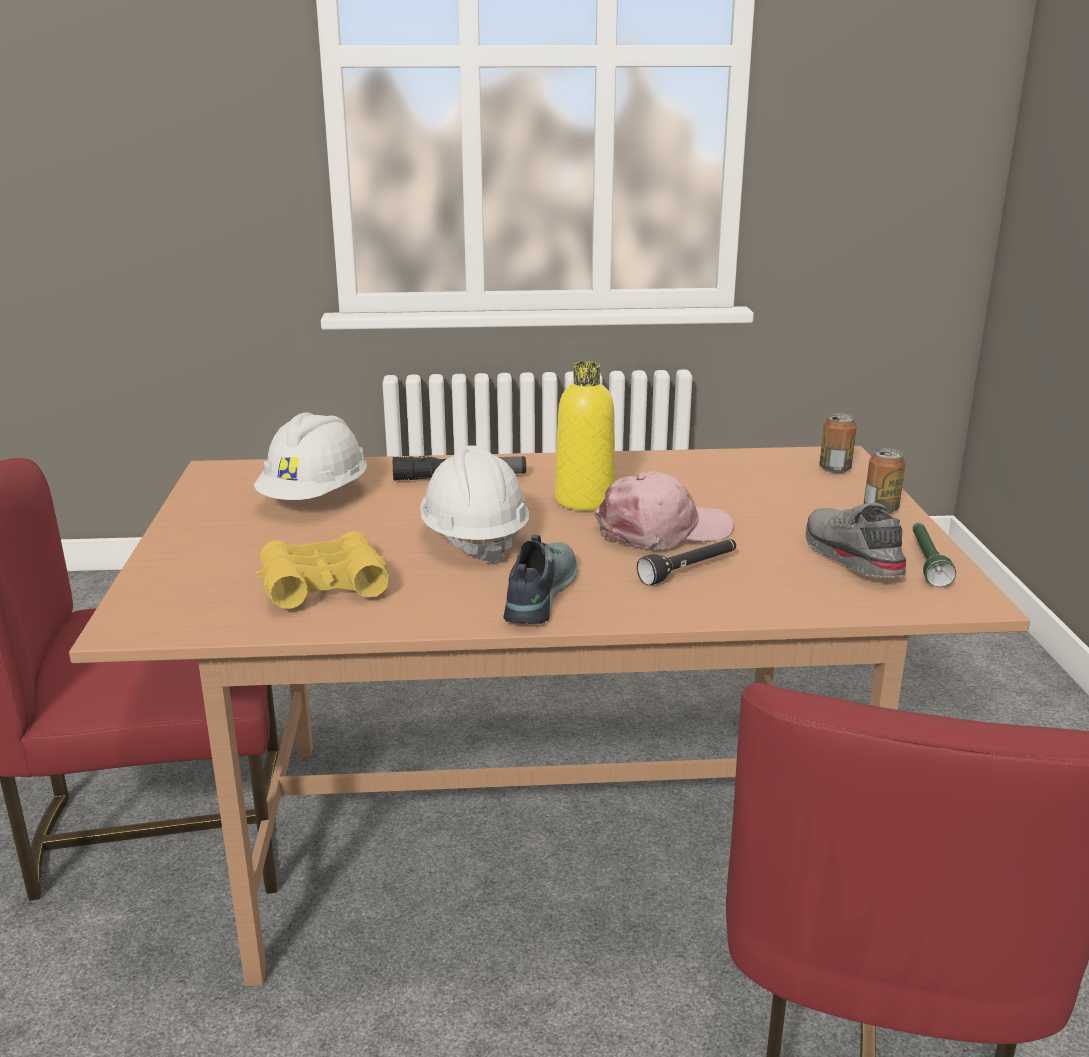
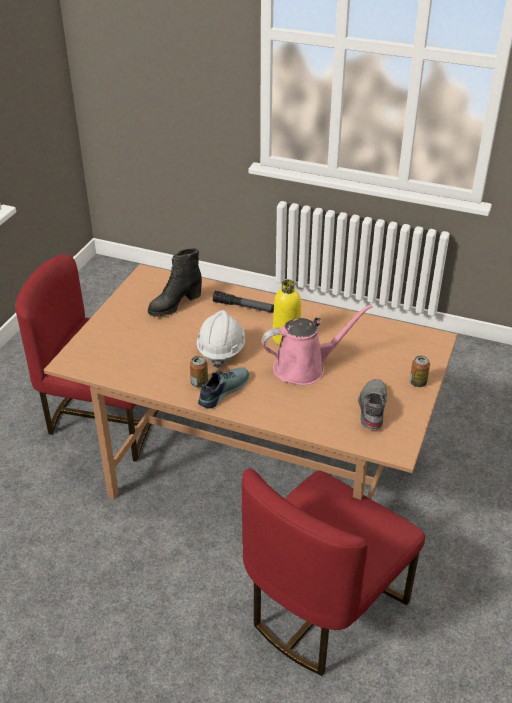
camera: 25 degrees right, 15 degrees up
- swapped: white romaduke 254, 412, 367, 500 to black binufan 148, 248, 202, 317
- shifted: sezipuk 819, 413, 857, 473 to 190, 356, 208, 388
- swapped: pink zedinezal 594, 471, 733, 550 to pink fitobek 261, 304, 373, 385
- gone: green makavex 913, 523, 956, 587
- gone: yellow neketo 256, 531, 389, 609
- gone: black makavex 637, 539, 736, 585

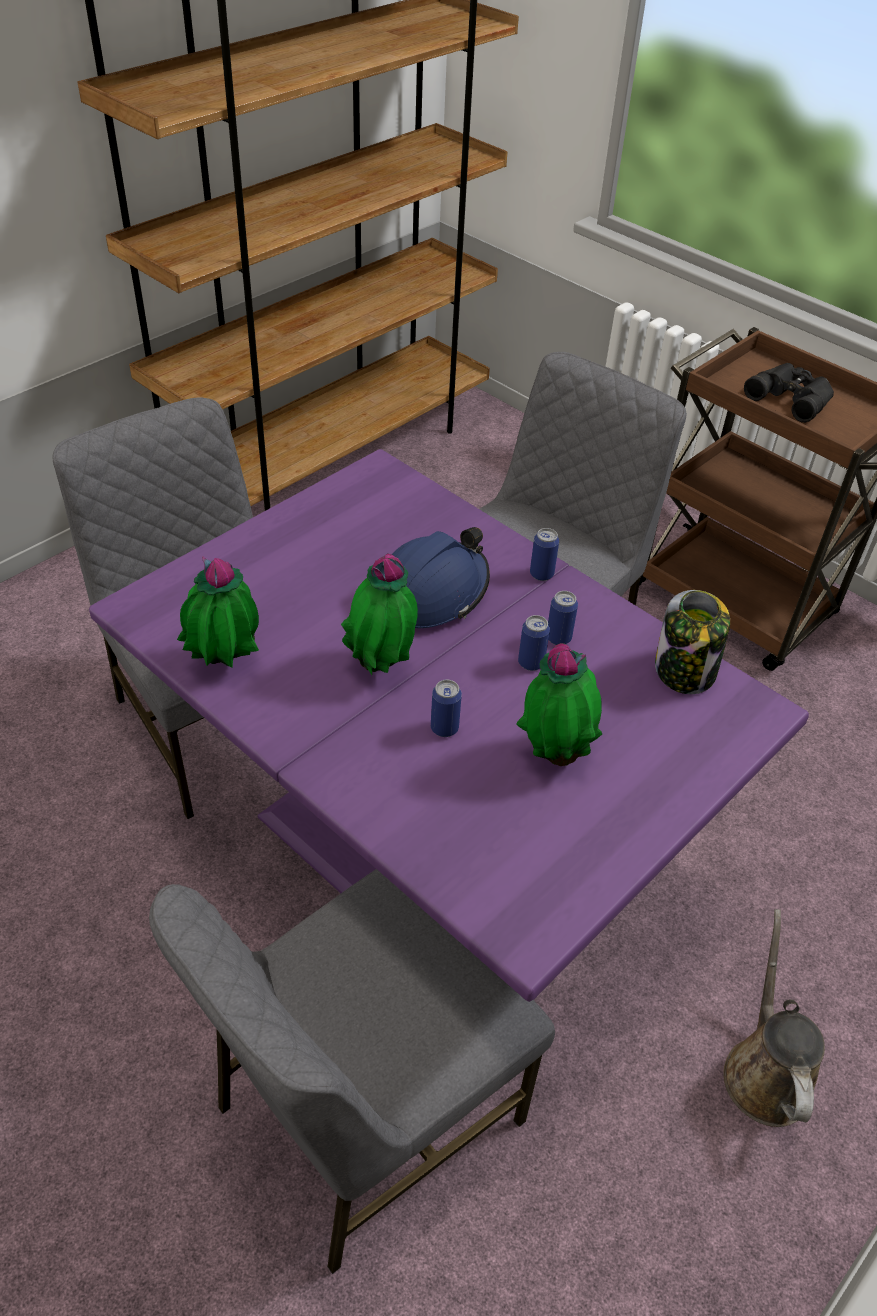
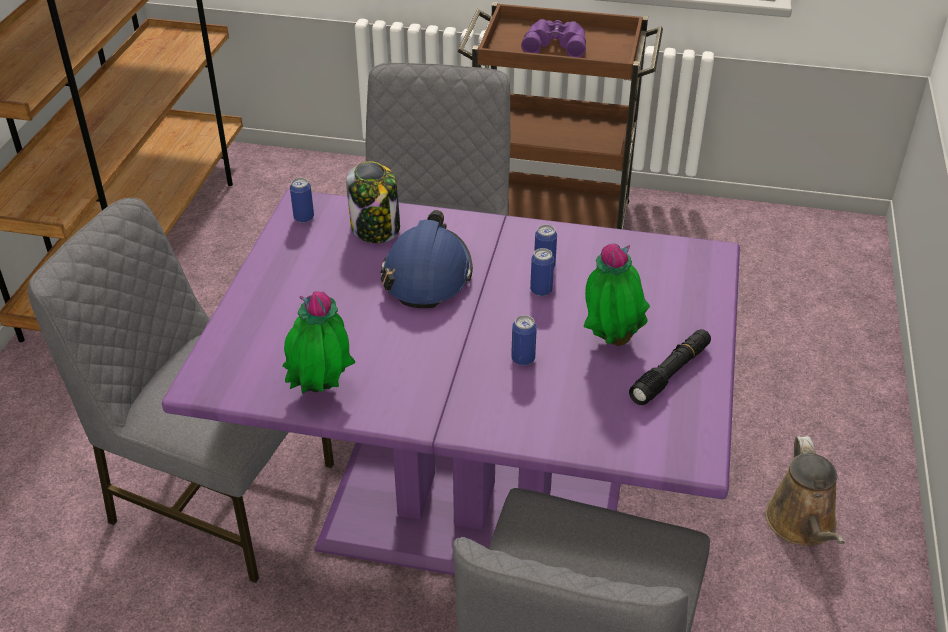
camera: 30 degrees left, 5 degrees down
- repainted: black neketo 744, 363, 834, 423 to purple neketo 521, 19, 586, 58
- shifted: sezipuk 530, 528, 559, 581 to 290, 178, 314, 223
- gone: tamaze 341, 553, 418, 675
- shifted: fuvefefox 655, 590, 730, 694 to 346, 161, 400, 243
- rotated: brown fitobek 723, 909, 825, 1127 = 765, 436, 845, 546 150 degrees counterclockwise
- new: black makavex 629, 329, 711, 405

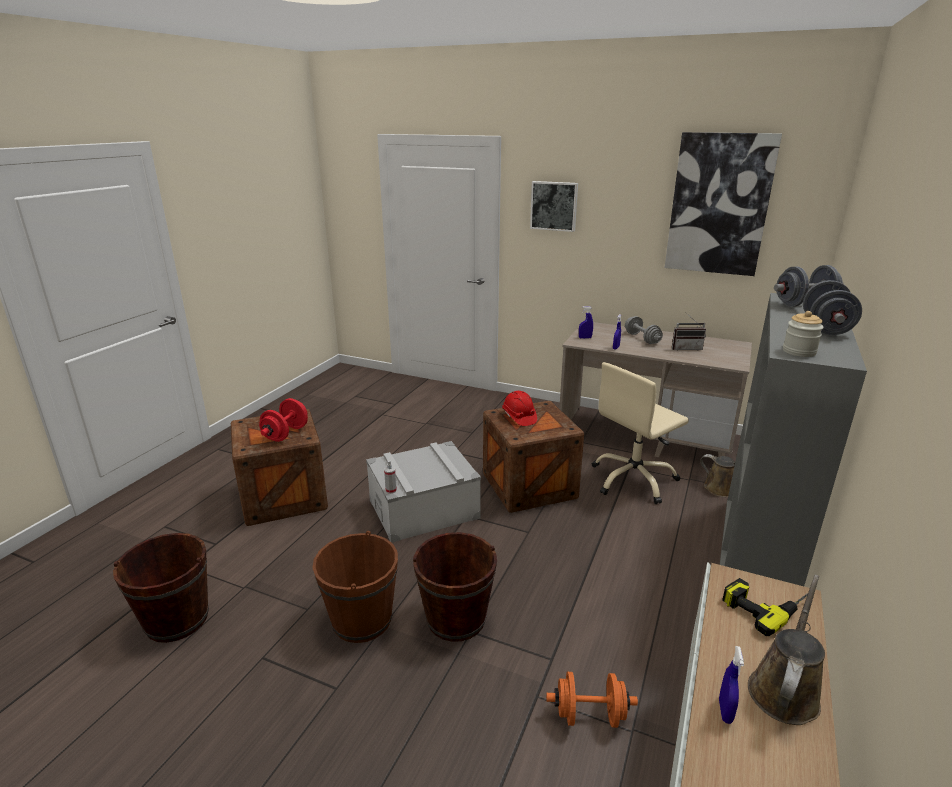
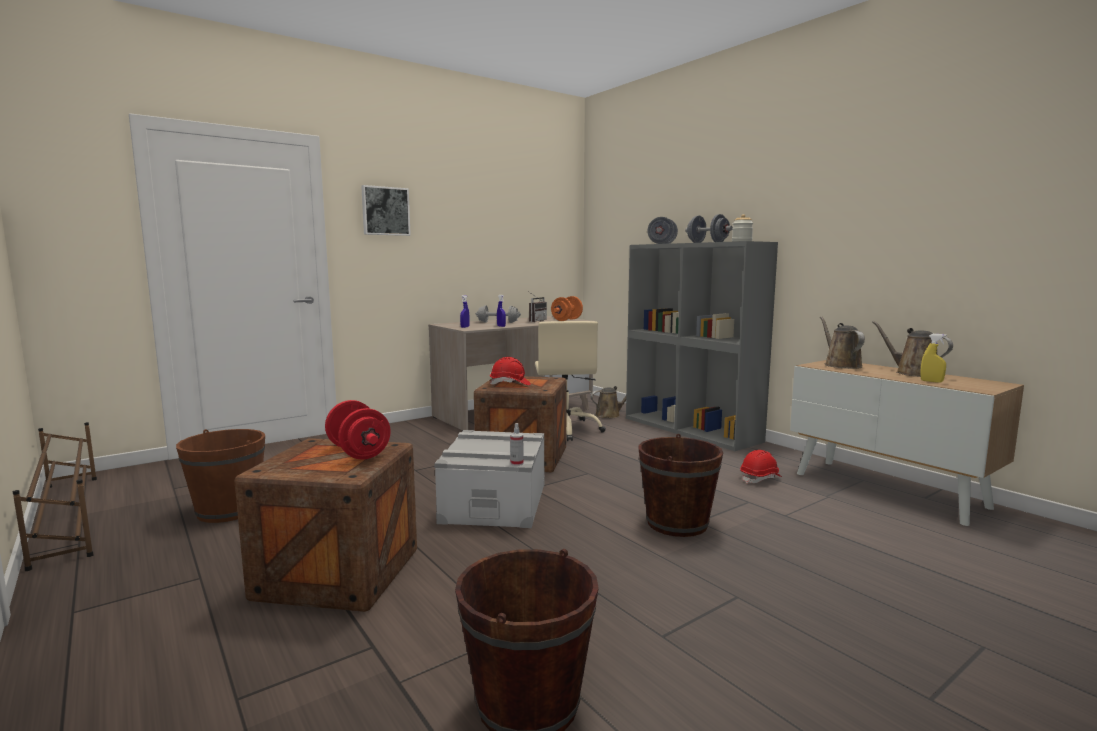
camera: 60 degrees left, 15 degrees down
- gone: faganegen 665, 132, 782, 276
- shifted: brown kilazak 313, 531, 398, 643 to 176, 429, 265, 523
- swapped: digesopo 722, 578, 808, 636 to brown fitobek 820, 316, 865, 369
- repainted: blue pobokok 719, 646, 744, 724 to yellow pobokok 920, 334, 947, 383
- shifted: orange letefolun 546, 672, 638, 728 to 551, 296, 583, 321
- new: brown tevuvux 13, 422, 97, 571
- new: red romaduke 740, 450, 782, 483

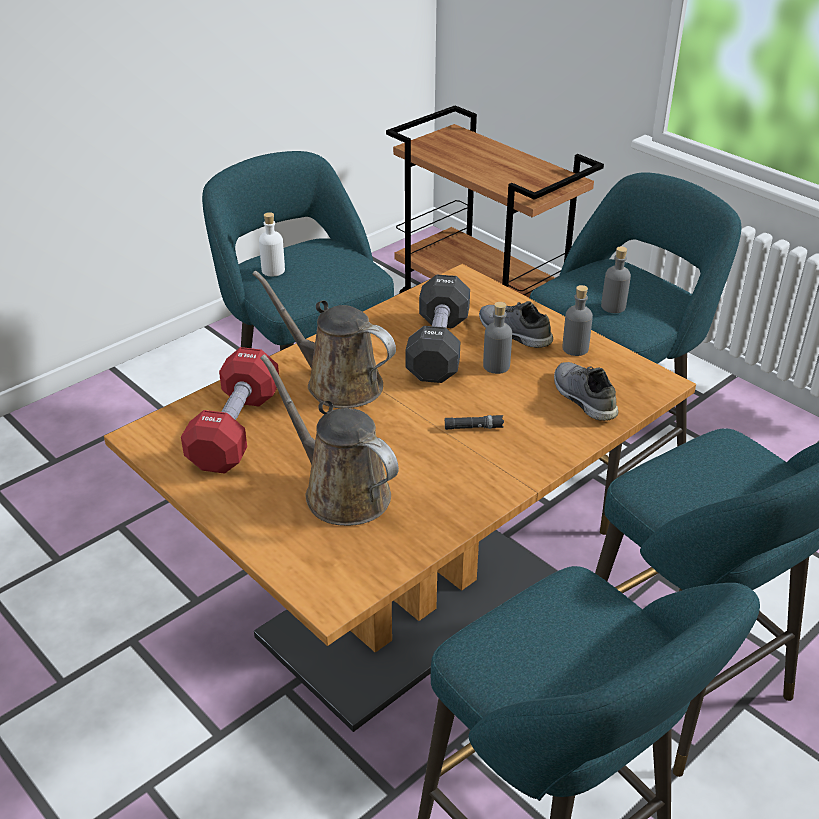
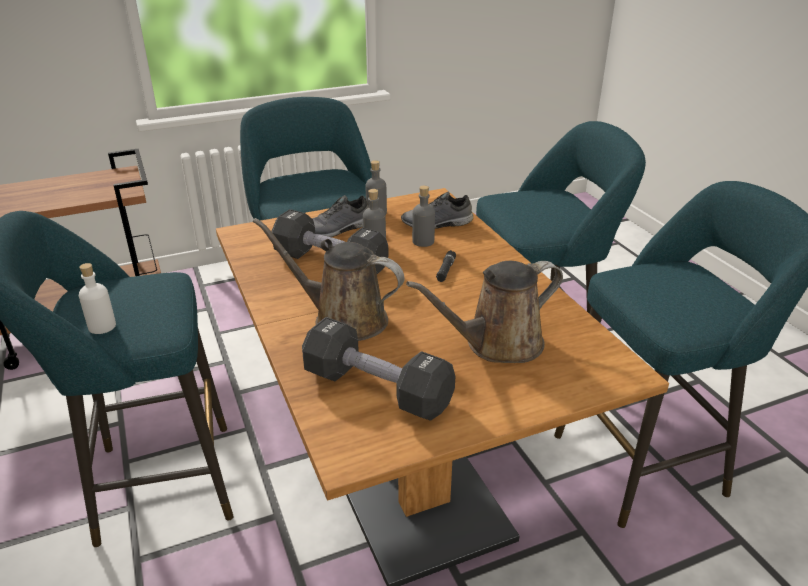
camera: 70 degrees left, 5 degrees down
- shifted: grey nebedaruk 601, 247, 631, 313 to 412, 186, 435, 247
- rotated: brown fitobek 252, 270, 396, 408 = 253, 218, 405, 341 60 degrees clockwise
- repainted: red letefolun 181, 347, 279, 474 to black letefolun 302, 317, 455, 421

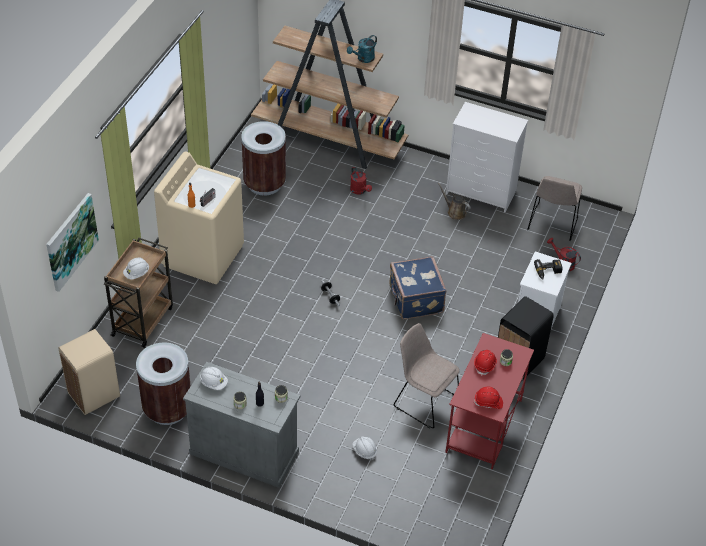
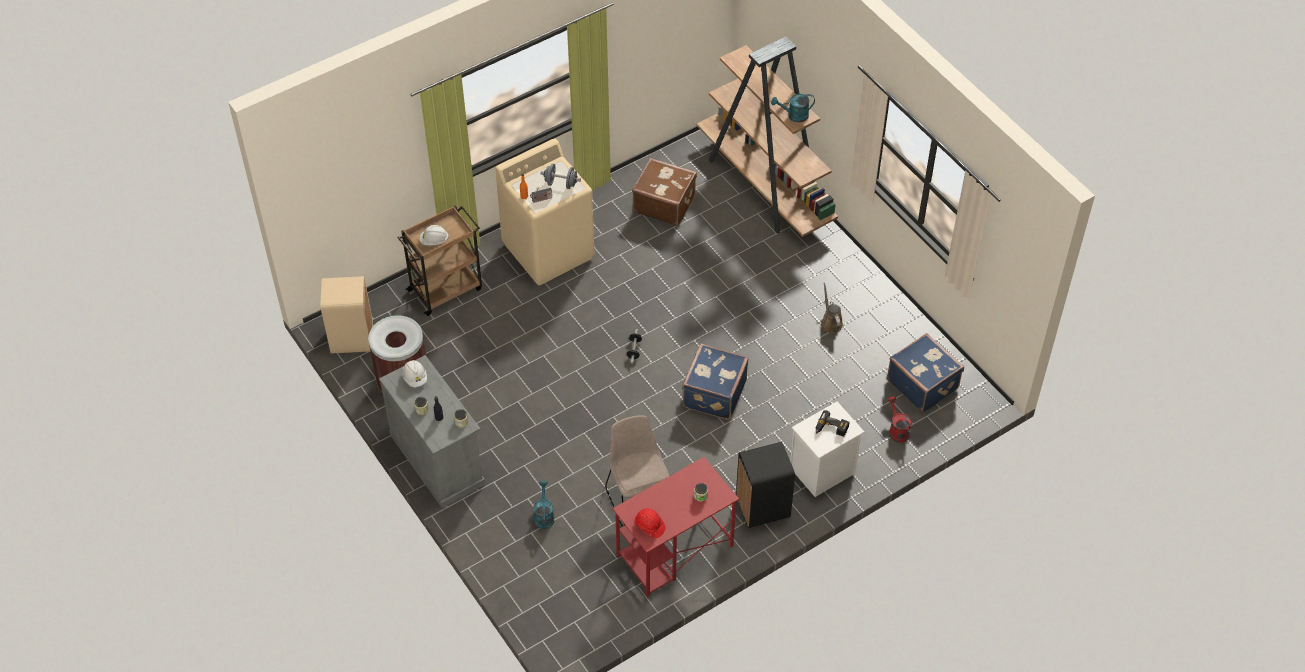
camera: 35 degrees right, 5 degrees up
- gone: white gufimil 446, 102, 528, 212
- swapped: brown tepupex 241, 121, 286, 196 to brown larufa 632, 158, 697, 226
- gone: red fitobek 350, 167, 372, 195
- swapped: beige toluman 527, 176, 582, 241 to blue larufa 887, 333, 964, 413
- gone: faganegen 46, 193, 99, 292
- gone: red romaduke 474, 350, 497, 376
- swapped: white romaduke 352, 436, 377, 461 to turquoise fitobek 533, 481, 554, 529
- new: grey letefolun 541, 164, 581, 189

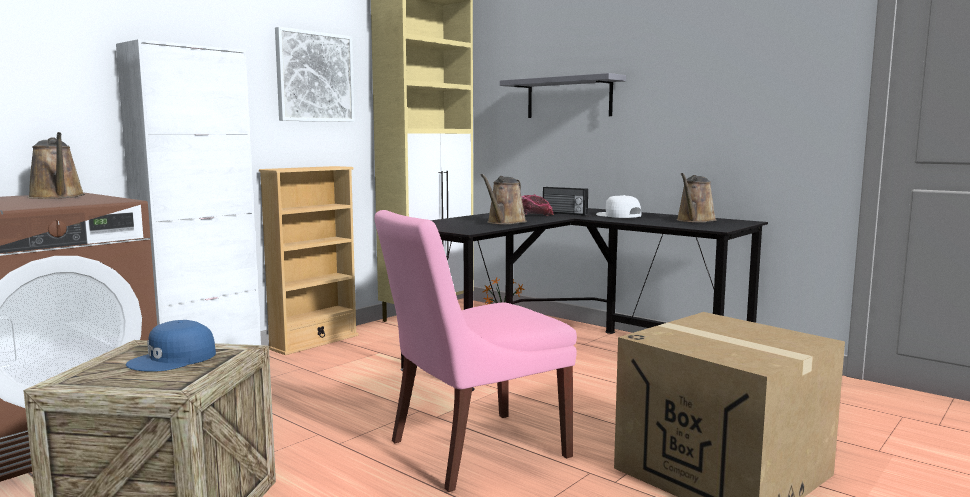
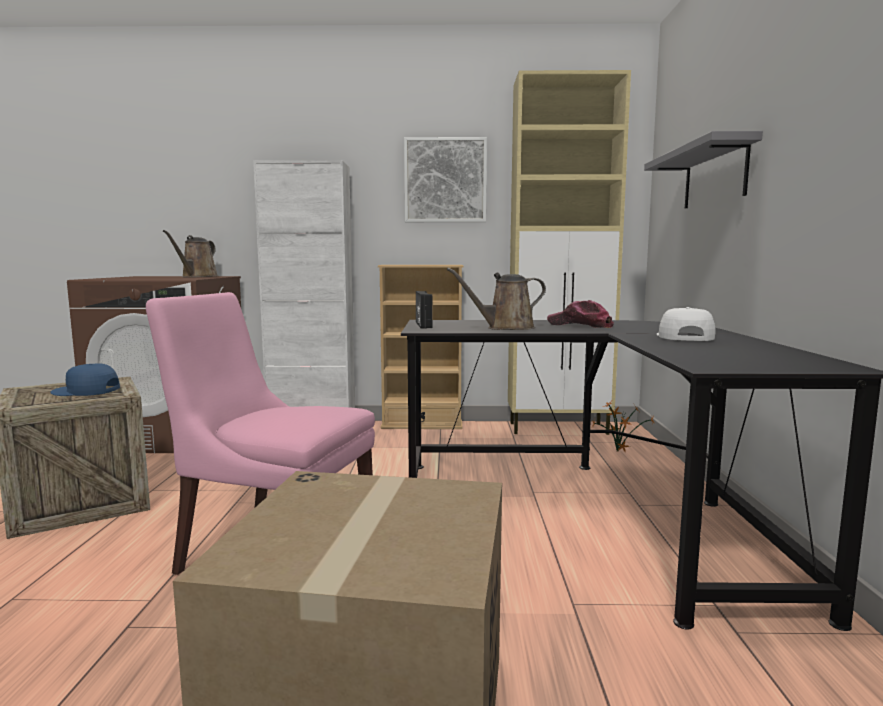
camera: 50 degrees right, 0 degrees up
- gone: brown fitobek 676, 173, 717, 223
- shifted: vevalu 543, 187, 588, 215 to 416, 291, 433, 329

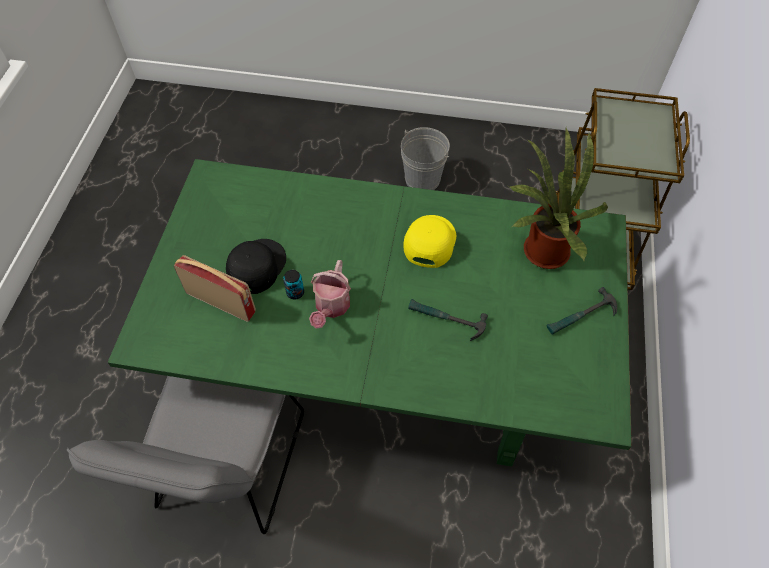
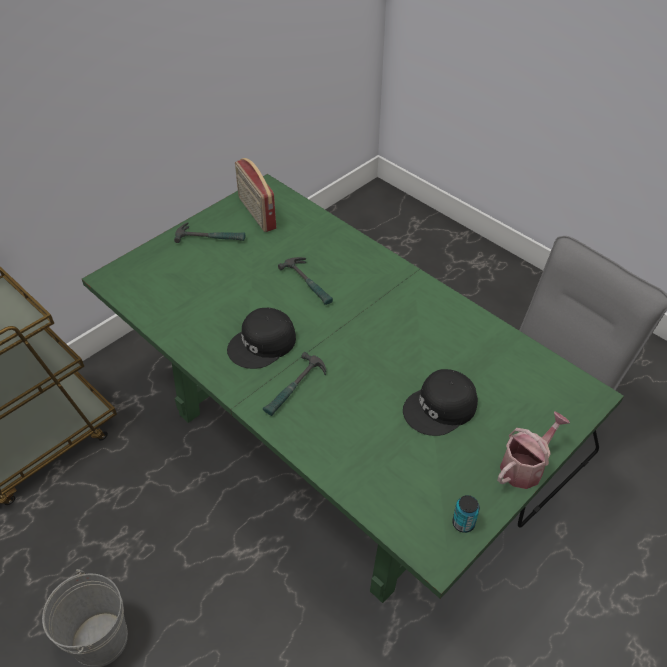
camera: 145 degrees left, 10 degrees down
- gone: tamaze 509, 128, 608, 269
- repainted: yellow zedinezal 403, 215, 456, 268 to black zedinezal 227, 308, 296, 369
- shifted: vevalu 174, 255, 256, 322 to 235, 158, 276, 232
- shifted: fitobek 309, 260, 351, 329 to 497, 411, 570, 489
- shifted: sezipuk 283, 270, 304, 299 to 452, 495, 480, 533
- new: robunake 263, 352, 326, 416

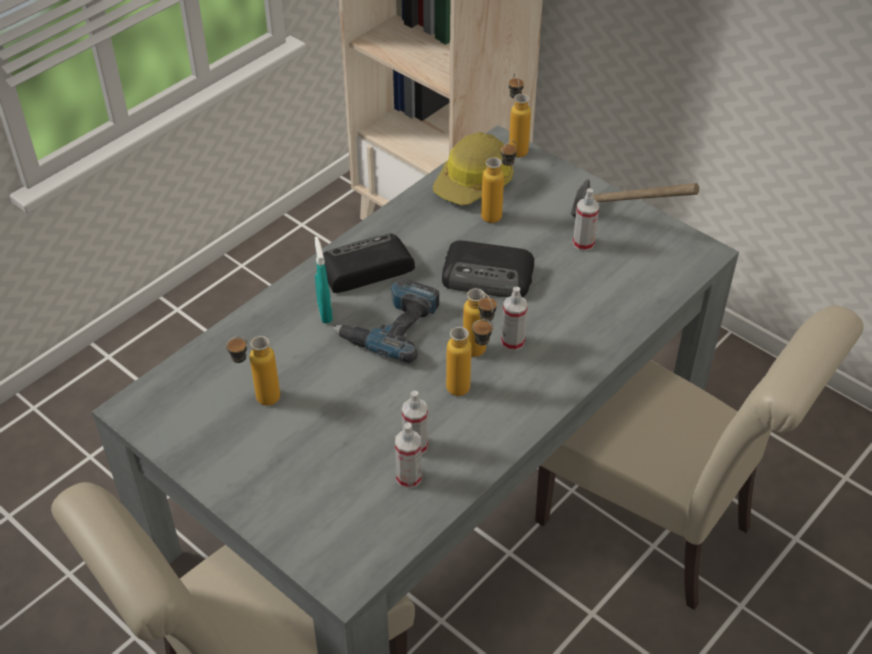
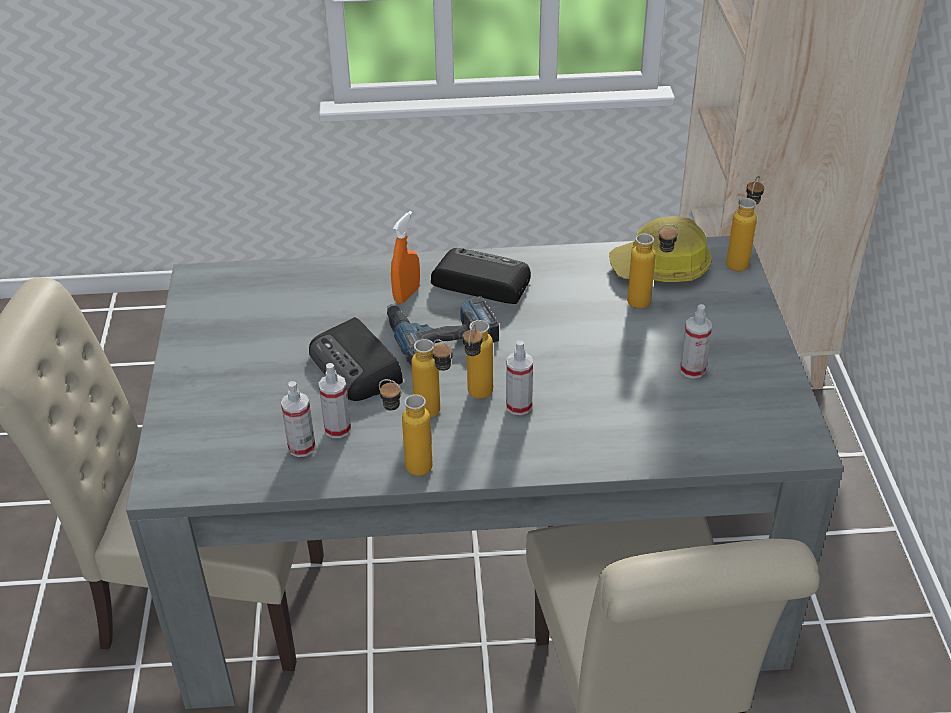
camera: 45 degrees right, 5 degrees down
- gone: robunake 571, 179, 699, 218
- repainted: turquoise pobokok 315, 236, 333, 324 to orange pobokok 391, 211, 420, 304
- shifted: vevalu 442, 240, 534, 297 to 309, 317, 403, 401
- shifted: nebedaruk 226, 336, 280, 406 to 379, 379, 433, 476

